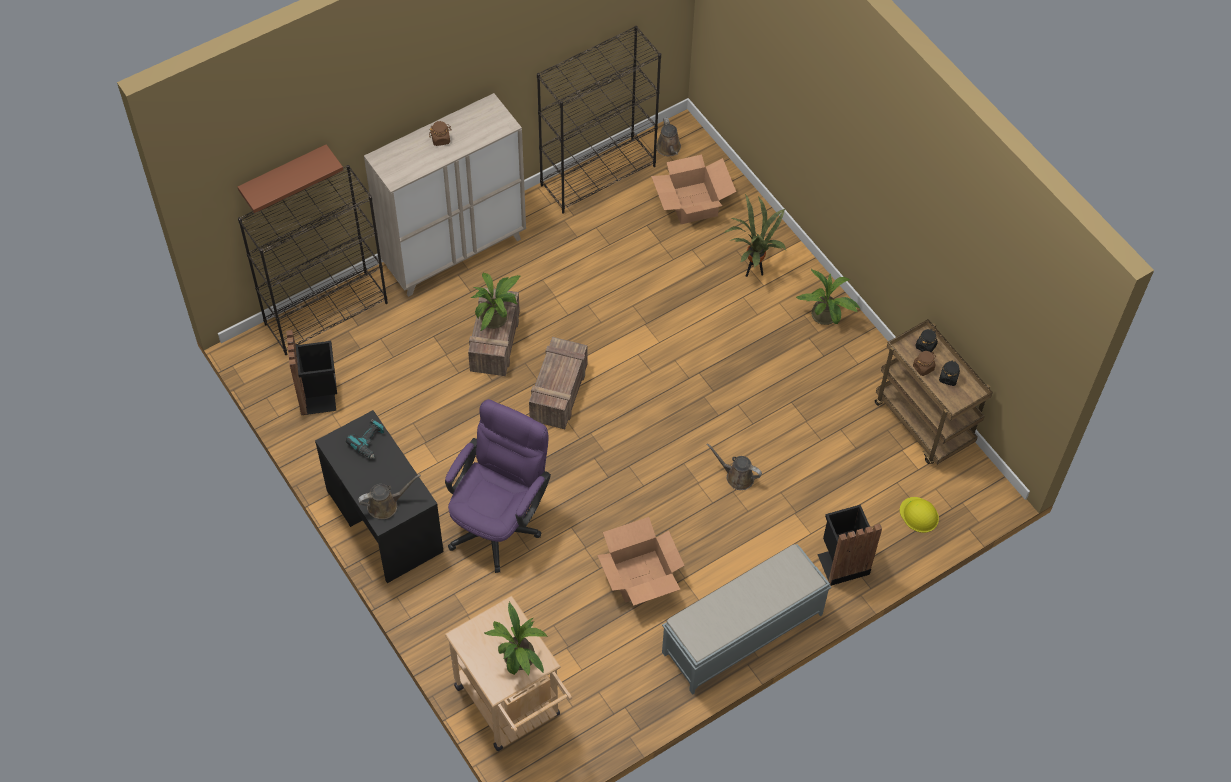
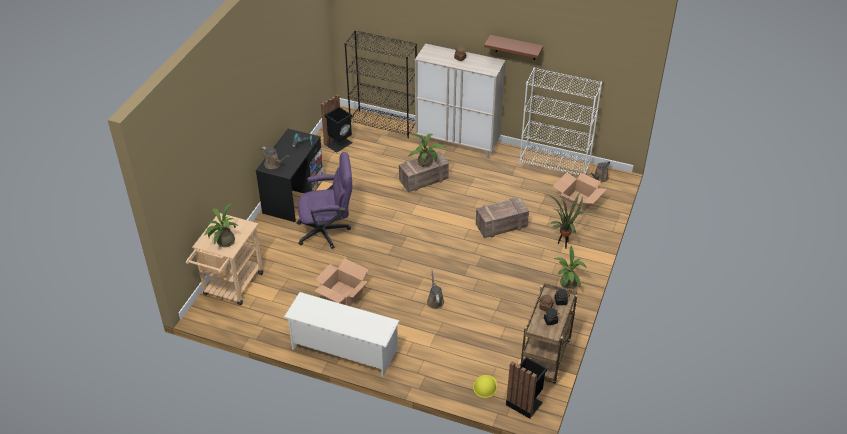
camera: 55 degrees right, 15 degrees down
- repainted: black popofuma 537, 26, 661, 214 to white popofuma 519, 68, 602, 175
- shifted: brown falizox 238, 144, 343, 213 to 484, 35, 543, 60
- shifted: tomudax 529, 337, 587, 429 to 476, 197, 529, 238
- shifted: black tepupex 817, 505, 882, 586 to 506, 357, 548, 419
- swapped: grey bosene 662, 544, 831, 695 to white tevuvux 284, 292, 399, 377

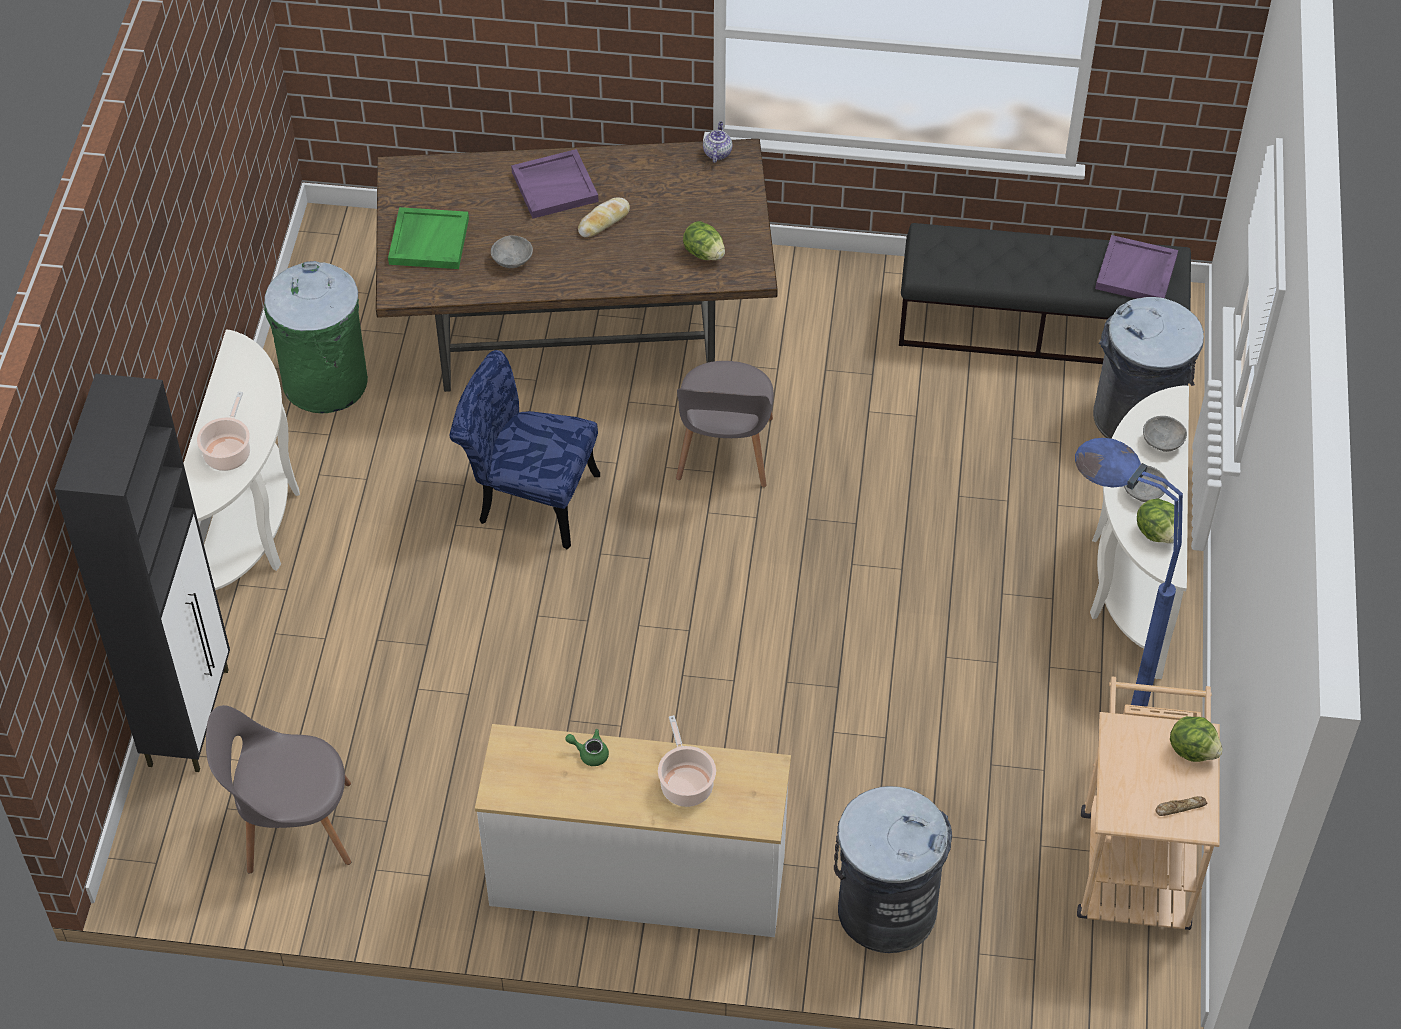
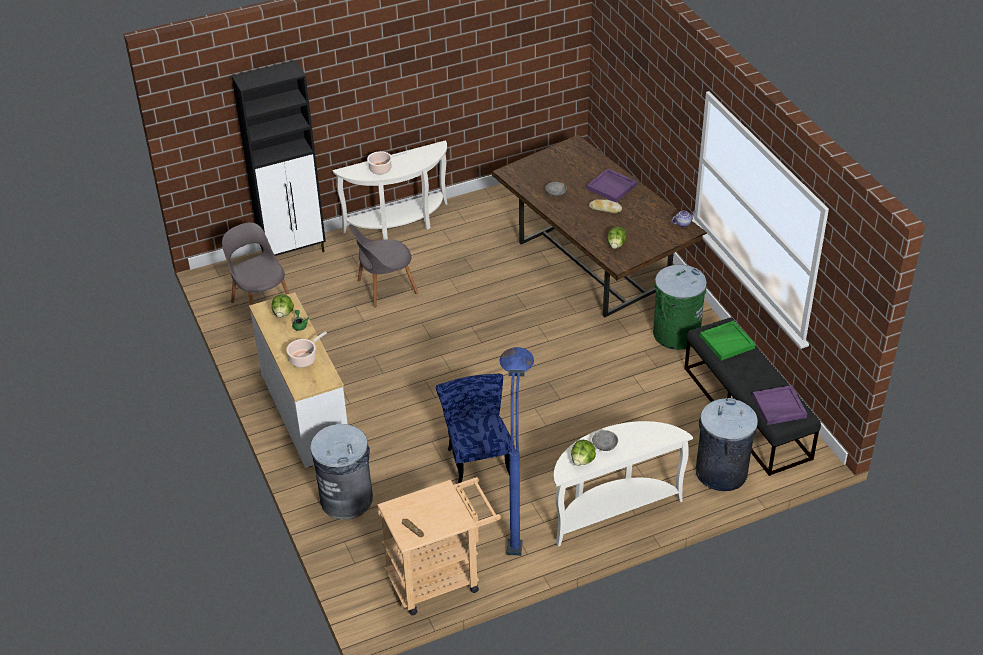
camera: 60 degrees right, 10 degrees down
- shifted: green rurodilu 388, 207, 469, 269 to 700, 321, 756, 361
- shifted: green tepupex 264, 261, 368, 414 to 653, 265, 707, 350
- shifted: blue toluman 449, 350, 600, 550 to 436, 374, 511, 483
- shifted: grey toluman 676, 361, 774, 487 to 349, 224, 418, 307
- gone: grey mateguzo 1143, 416, 1187, 452
- shifted: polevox 1170, 716, 1223, 762 to 272, 294, 294, 317

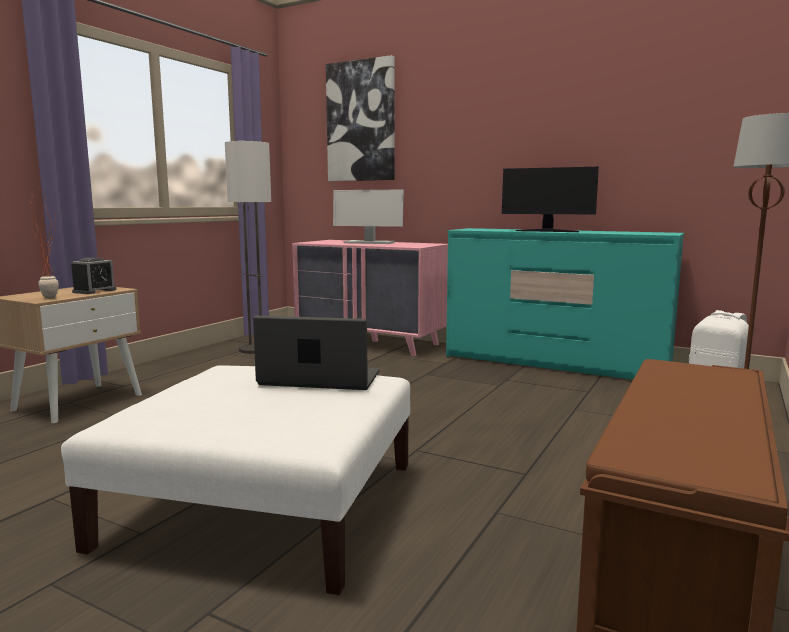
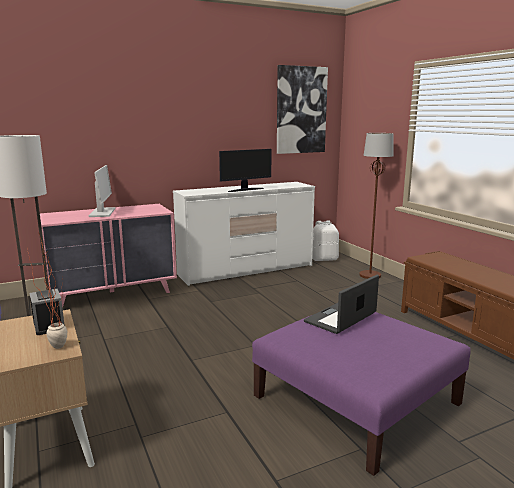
camera: 55 degrees left, 5 degrees up
- shifted: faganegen 326, 55, 394, 181 to 277, 65, 328, 154
- rotated: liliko 333, 190, 404, 244 = 89, 165, 115, 217 60 degrees counterclockwise
- repainted: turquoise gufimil 446, 228, 684, 380 to white gufimil 173, 182, 315, 286
- repainted: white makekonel 61, 365, 410, 595 to purple makekonel 252, 312, 471, 476

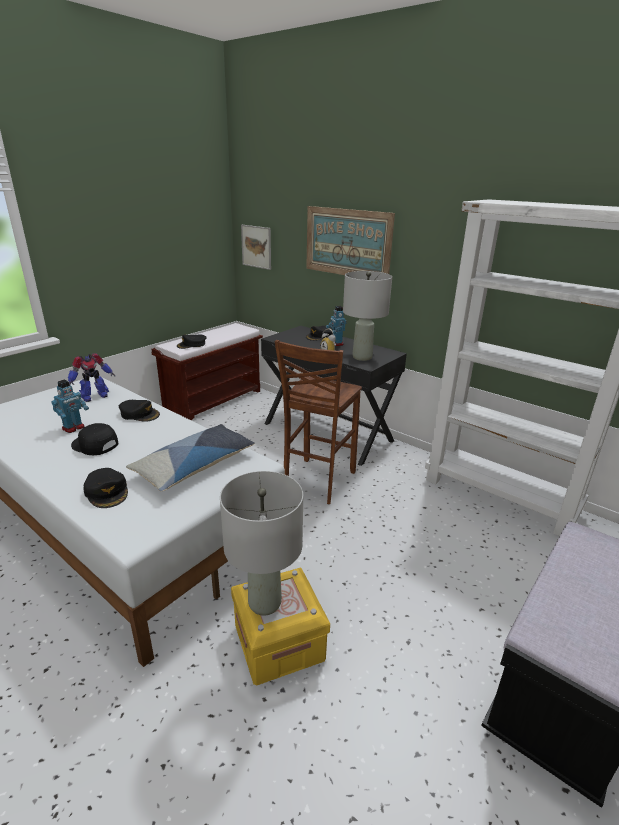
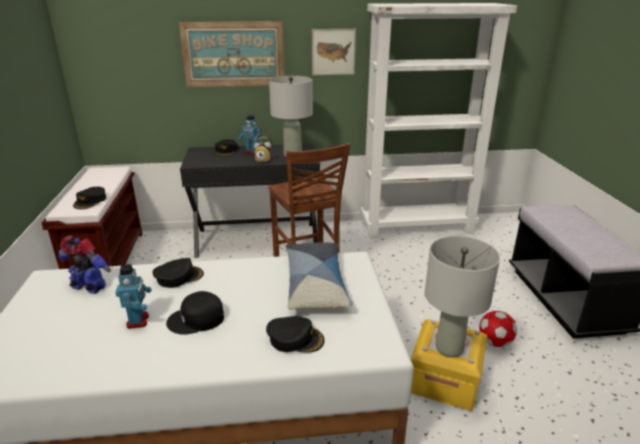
camera: 45 degrees left, 0 degrees up
- shifted: faganegen 241, 225, 271, 270 to 312, 29, 356, 75
- rotated: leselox 68, 353, 115, 402 = 59, 236, 111, 294 75 degrees counterclockwise
- new: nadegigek 479, 311, 517, 347

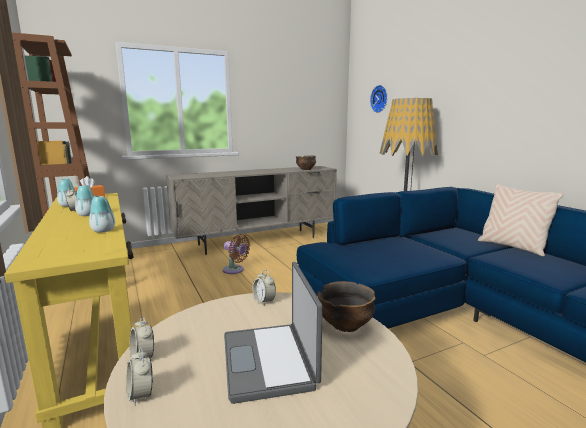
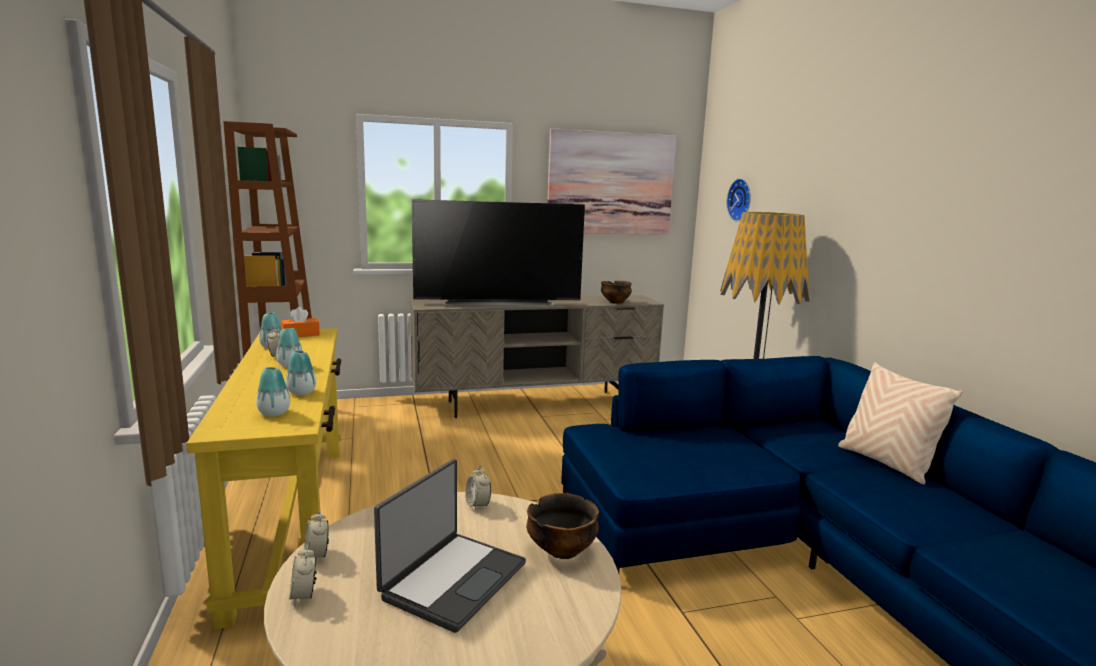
camera: 10 degrees right, 0 degrees up
- gone: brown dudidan 223, 234, 250, 274
- rotated: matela 224, 262, 323, 404 = 374, 459, 526, 633 150 degrees counterclockwise
- new: faganegen 547, 128, 676, 235
- new: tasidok 412, 199, 585, 306
- new: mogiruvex 256, 367, 290, 416

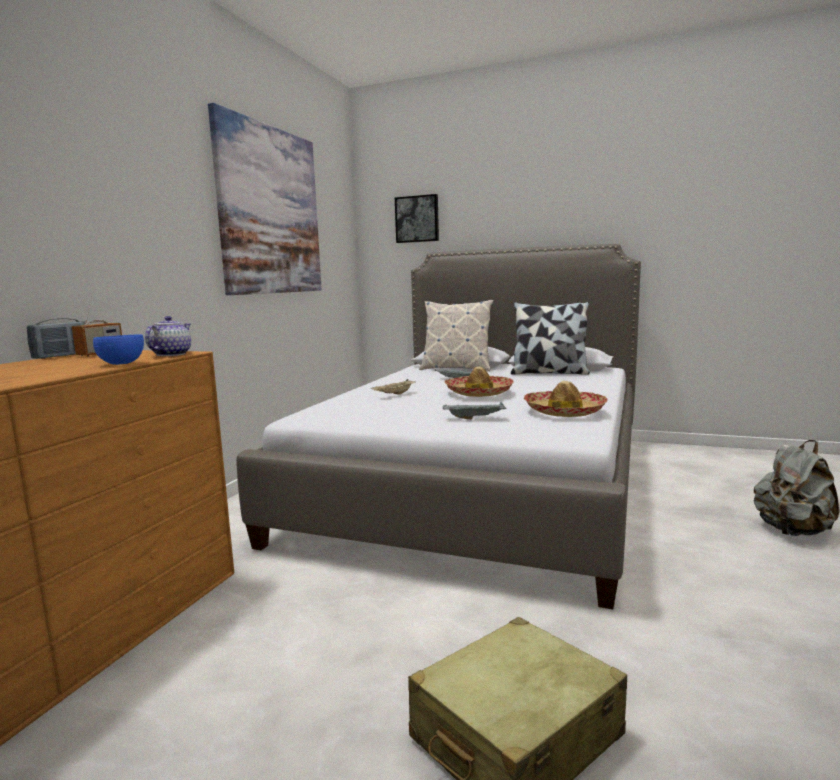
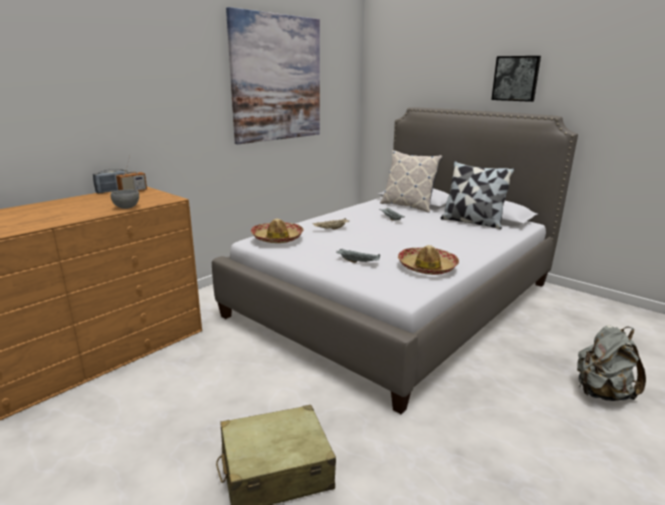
camera: 20 degrees right, 10 degrees up
- shifted: faganegen 395, 194, 439, 243 to 491, 56, 541, 102
- gone: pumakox 145, 316, 191, 356
- repainted: blue mateguzo 93, 334, 144, 365 to grey mateguzo 111, 190, 139, 209
- shifted: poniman 444, 367, 514, 397 to 251, 219, 304, 243

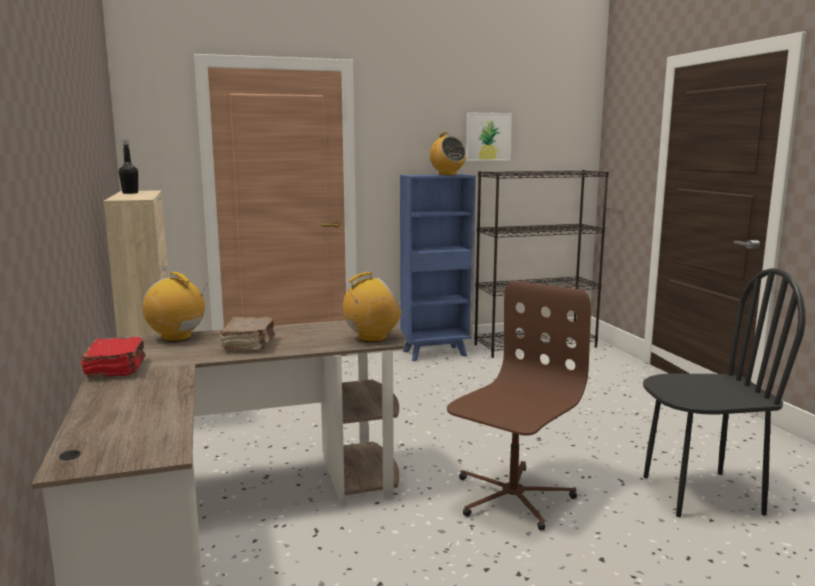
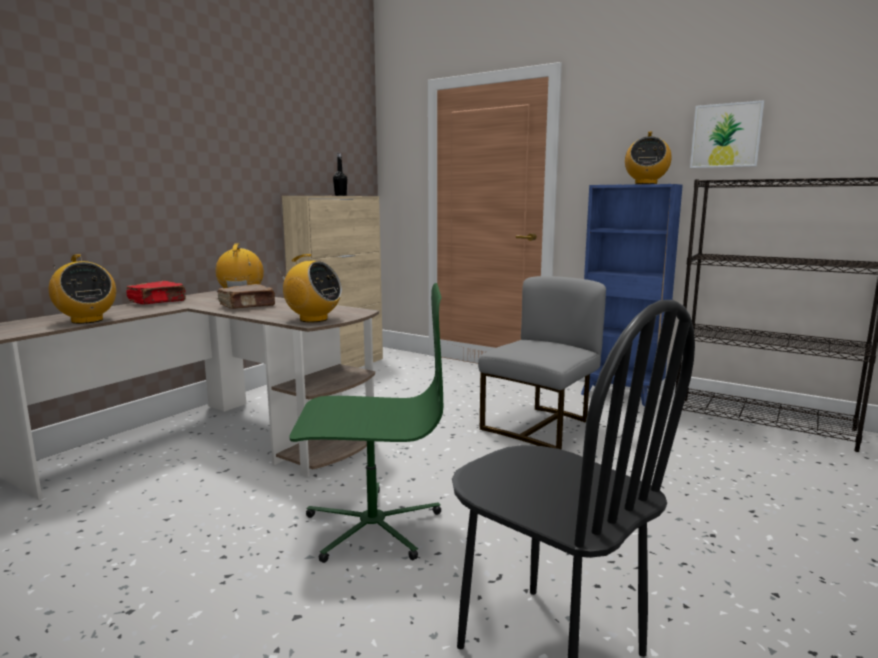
camera: 50 degrees right, 0 degrees up
- repainted: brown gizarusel 447, 281, 591, 531 to green gizarusel 289, 283, 443, 563
- new: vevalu 49, 254, 116, 324
- new: grey toluman 478, 276, 606, 450

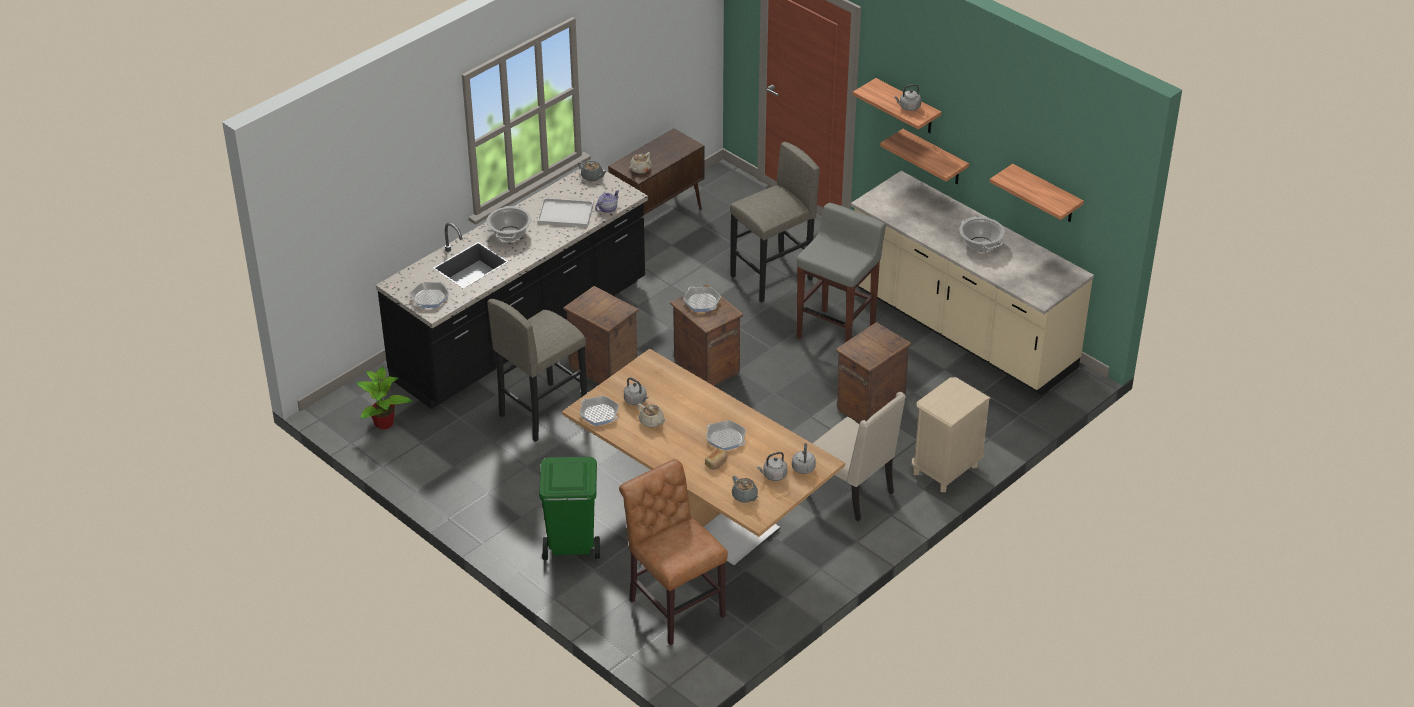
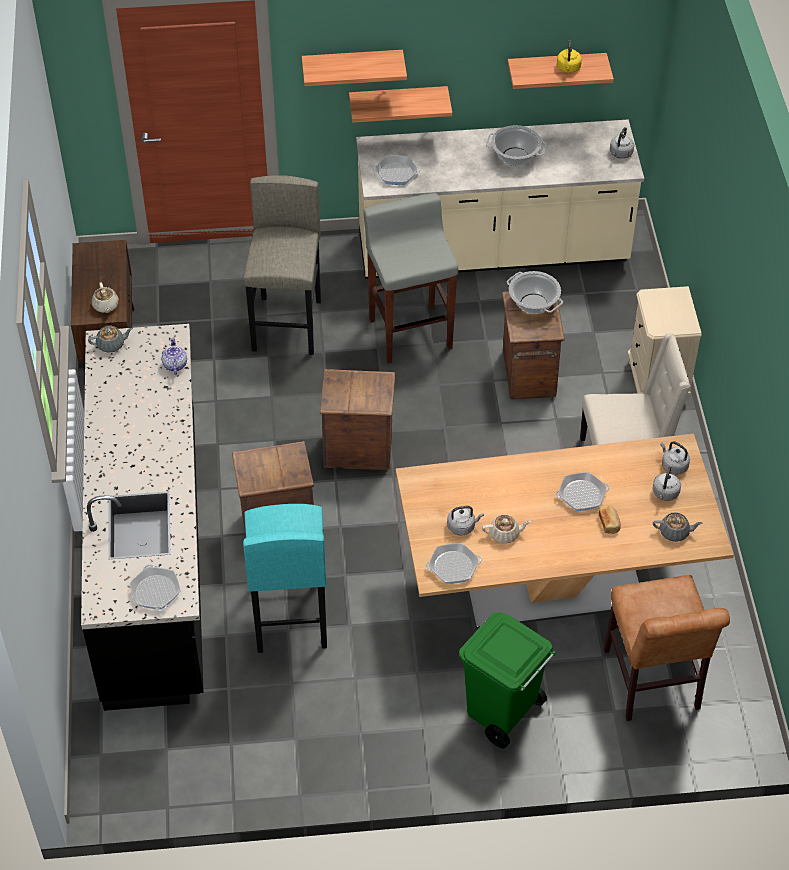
camera: 50 degrees left, 10 degrees up
- shifted: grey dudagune 894, 84, 921, 111 to 610, 127, 634, 159
- gone: white rurodilu 537, 198, 593, 227
- shifted: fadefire 487, 206, 531, 241 to 507, 271, 563, 314
- shifted: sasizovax 683, 287, 721, 312 to 372, 155, 420, 185
- repainted: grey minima 487, 299, 587, 442 to turquoise minima 243, 504, 327, 653
- gone: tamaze 356, 367, 413, 429
- rotated: brown toluman 619, 459, 728, 646 = 604, 575, 730, 721 105 degrees counterclockwise
- new: yellow dudagune 557, 40, 582, 73

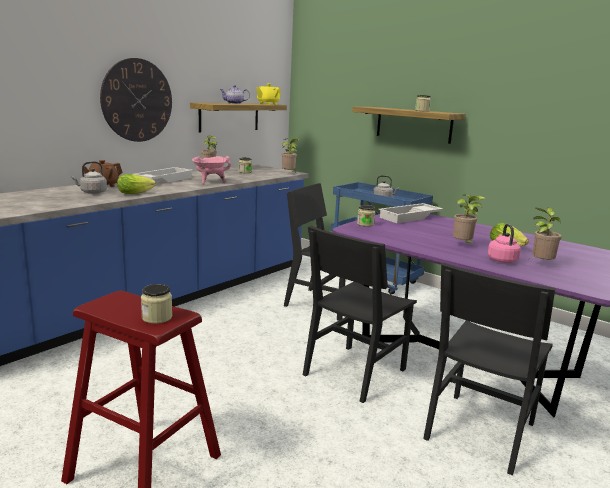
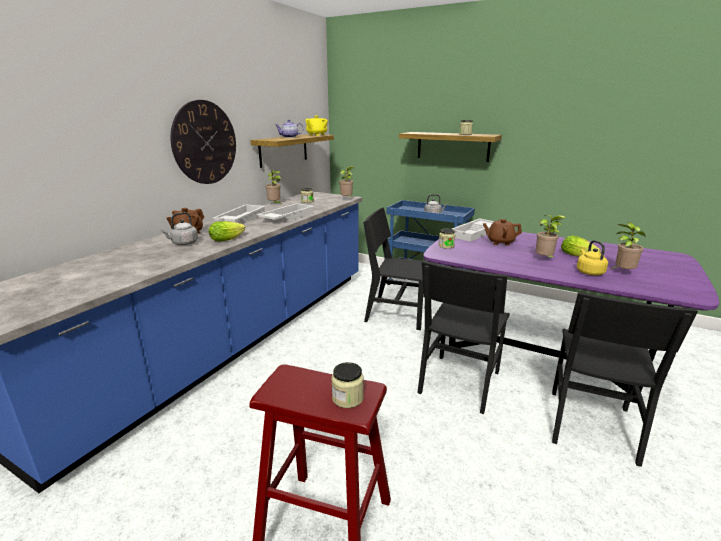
camera: 10 degrees left, 5 degrees up
- swapped: pink fadefire 192, 156, 231, 184 to white rurodilu 257, 203, 314, 221
- repainted: pink dudagune 488, 224, 521, 263 to yellow dudagune 577, 240, 608, 275
- new: brown pumakox 483, 219, 522, 246

